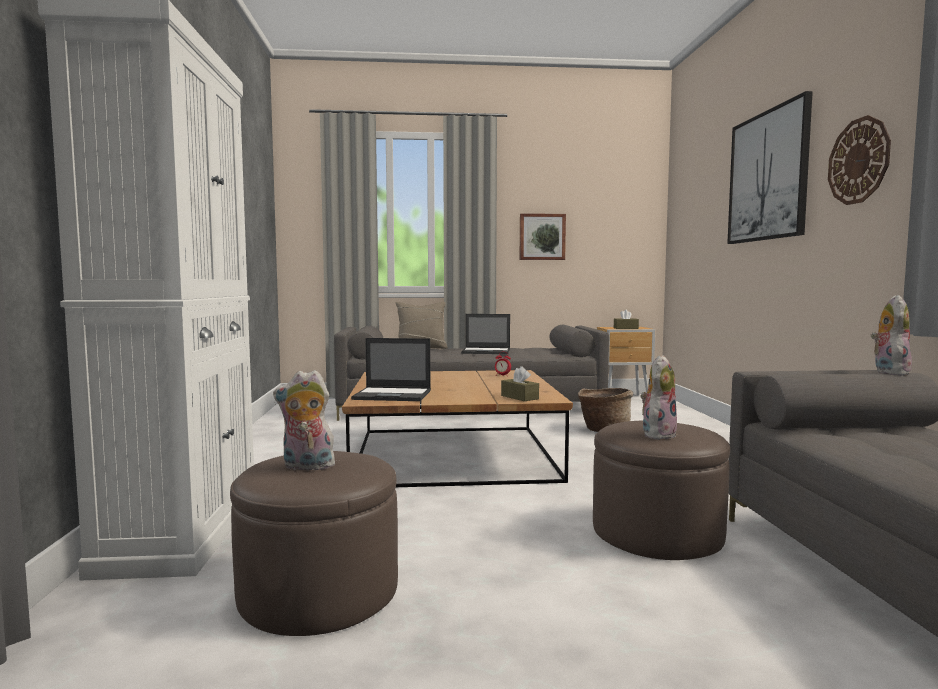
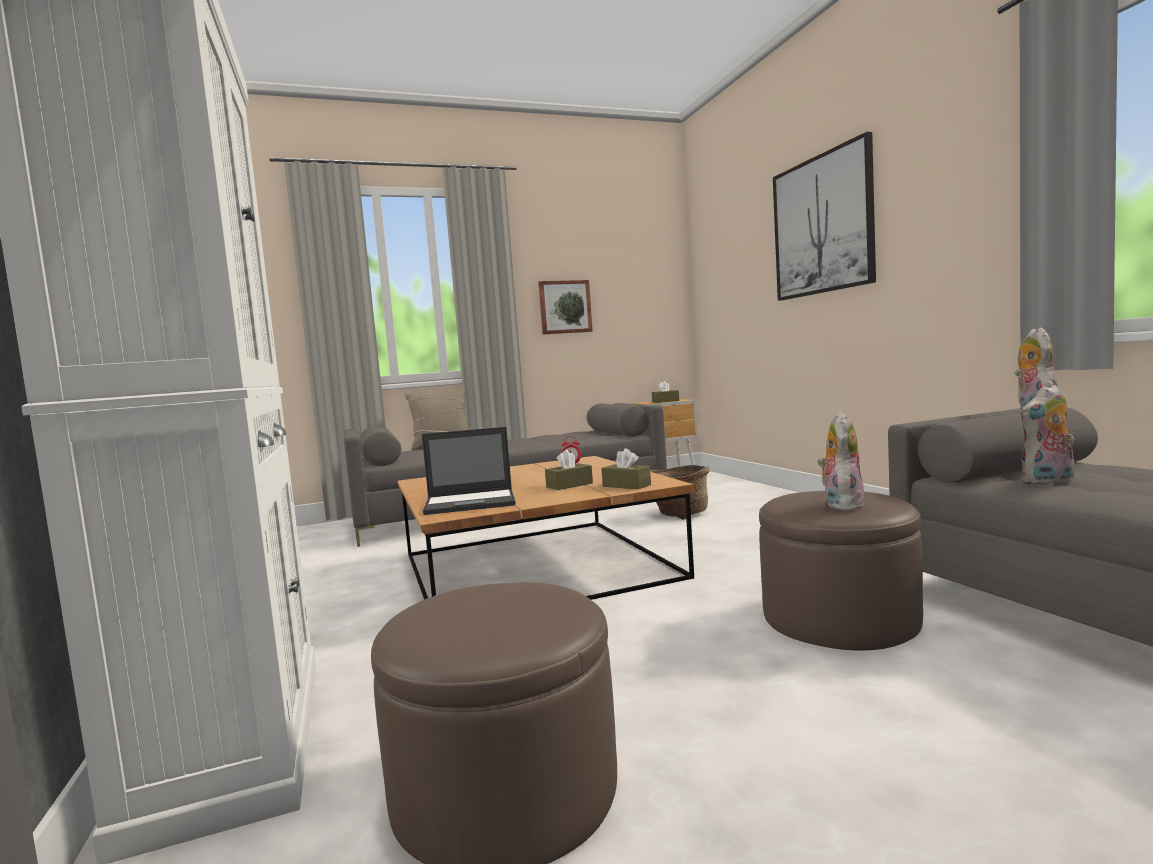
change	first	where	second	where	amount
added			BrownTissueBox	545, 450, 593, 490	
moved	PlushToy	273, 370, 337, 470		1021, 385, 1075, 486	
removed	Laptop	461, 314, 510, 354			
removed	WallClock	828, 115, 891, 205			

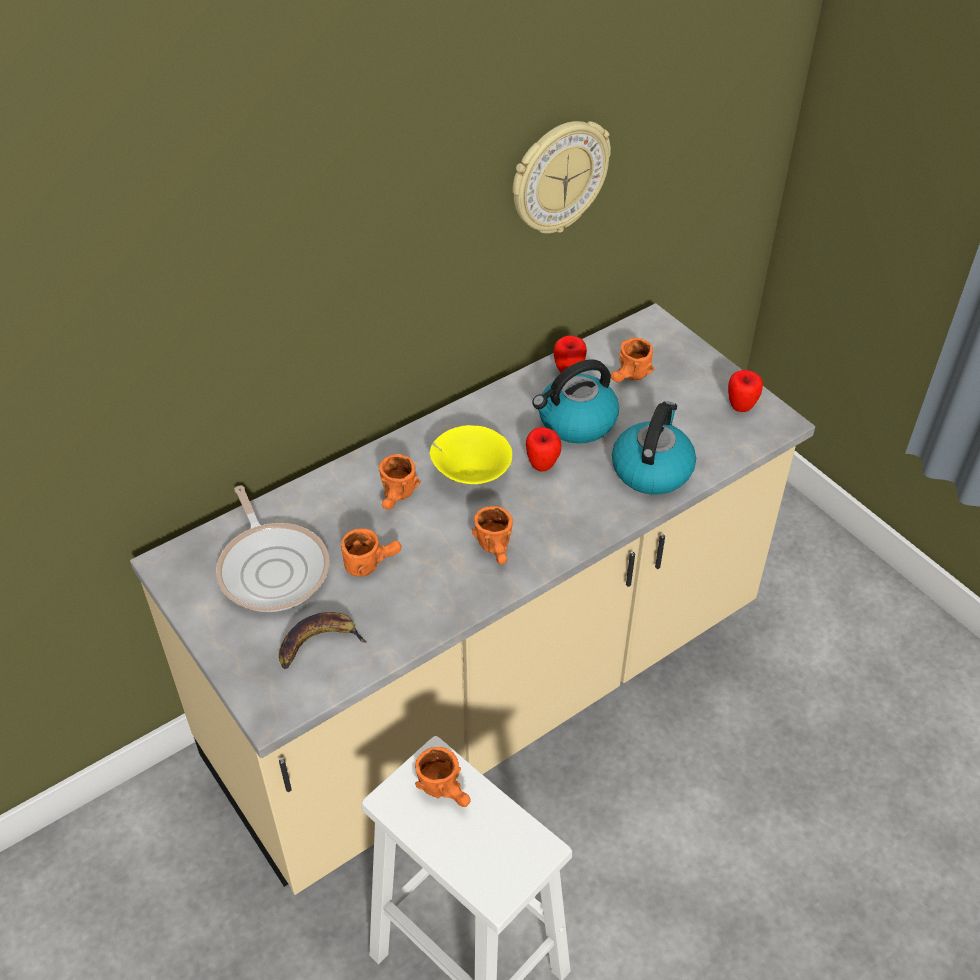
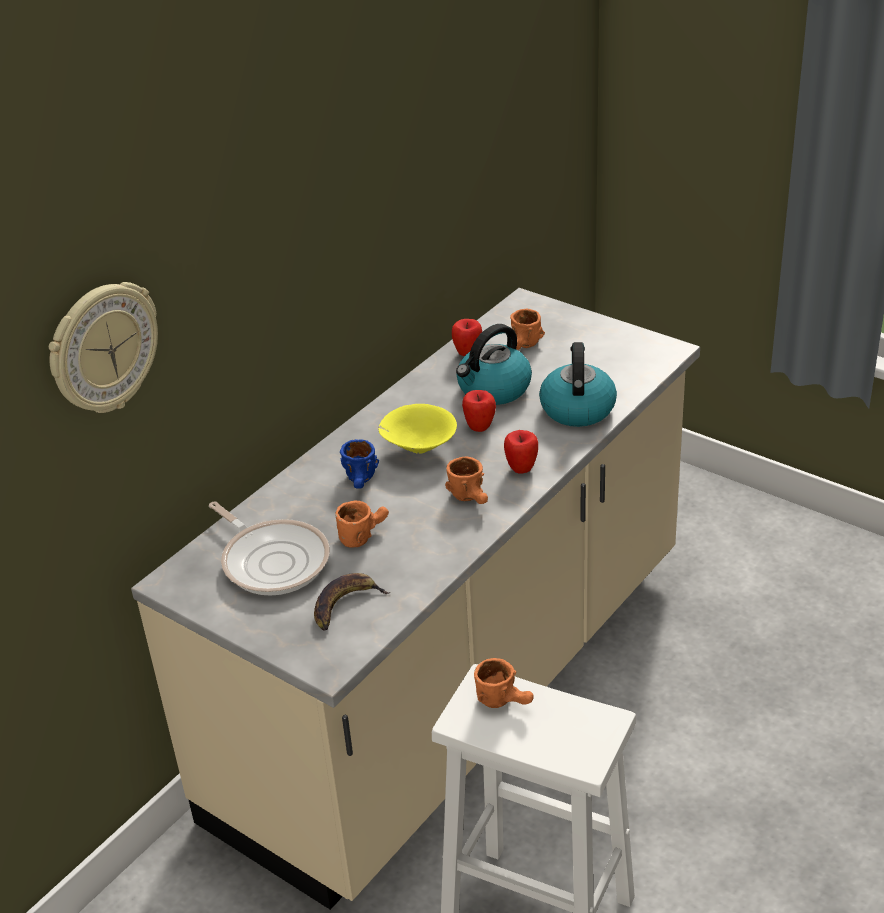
change	first	where	second	where	amount
moved	WallClock	512, 121, 611, 234		49, 282, 158, 413	
recoloured	OrangeMug	379, 454, 421, 509	BlueMug	340, 439, 379, 489	
moved	Apple	728, 370, 763, 412		504, 430, 538, 474	

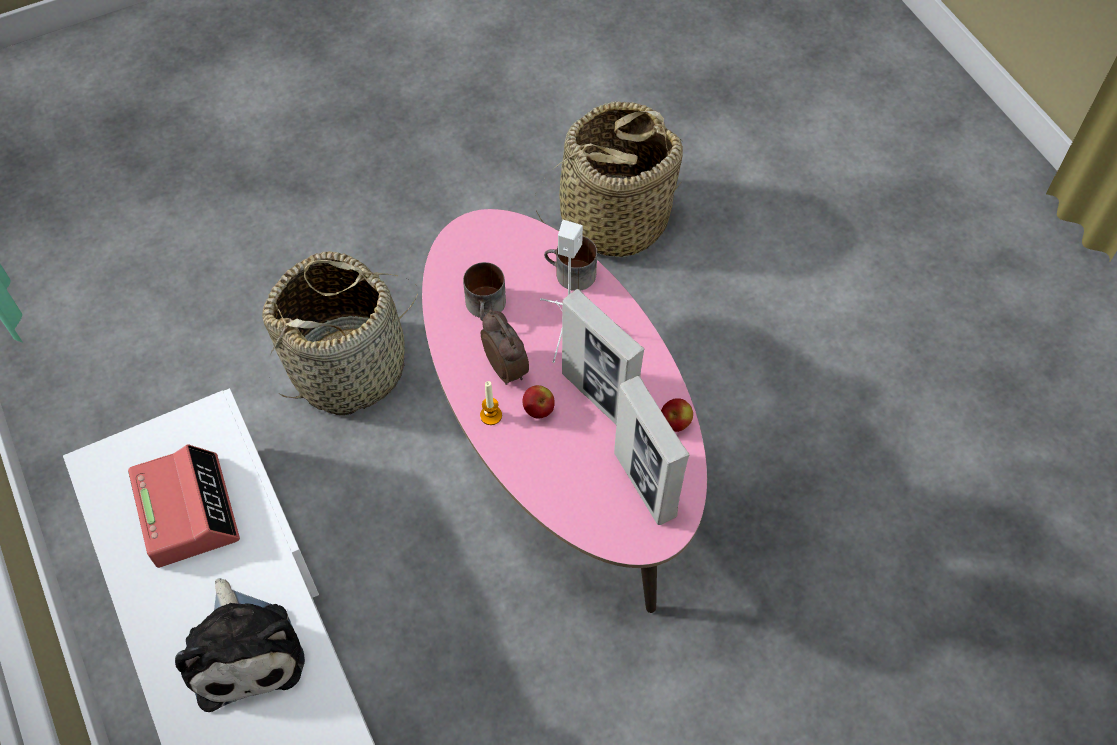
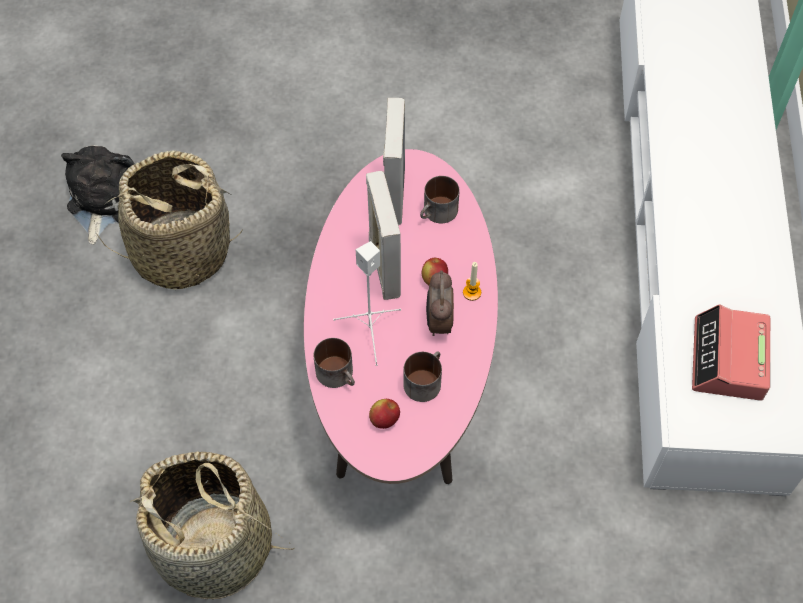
change	first	where	second	where	amount
moved	PlushToy	175, 578, 305, 712		61, 145, 134, 245	
moved	Basket	262, 251, 418, 415		94, 150, 244, 290	
moved	Apple	661, 398, 693, 432		369, 399, 400, 429	
added			Mug	420, 176, 460, 223	

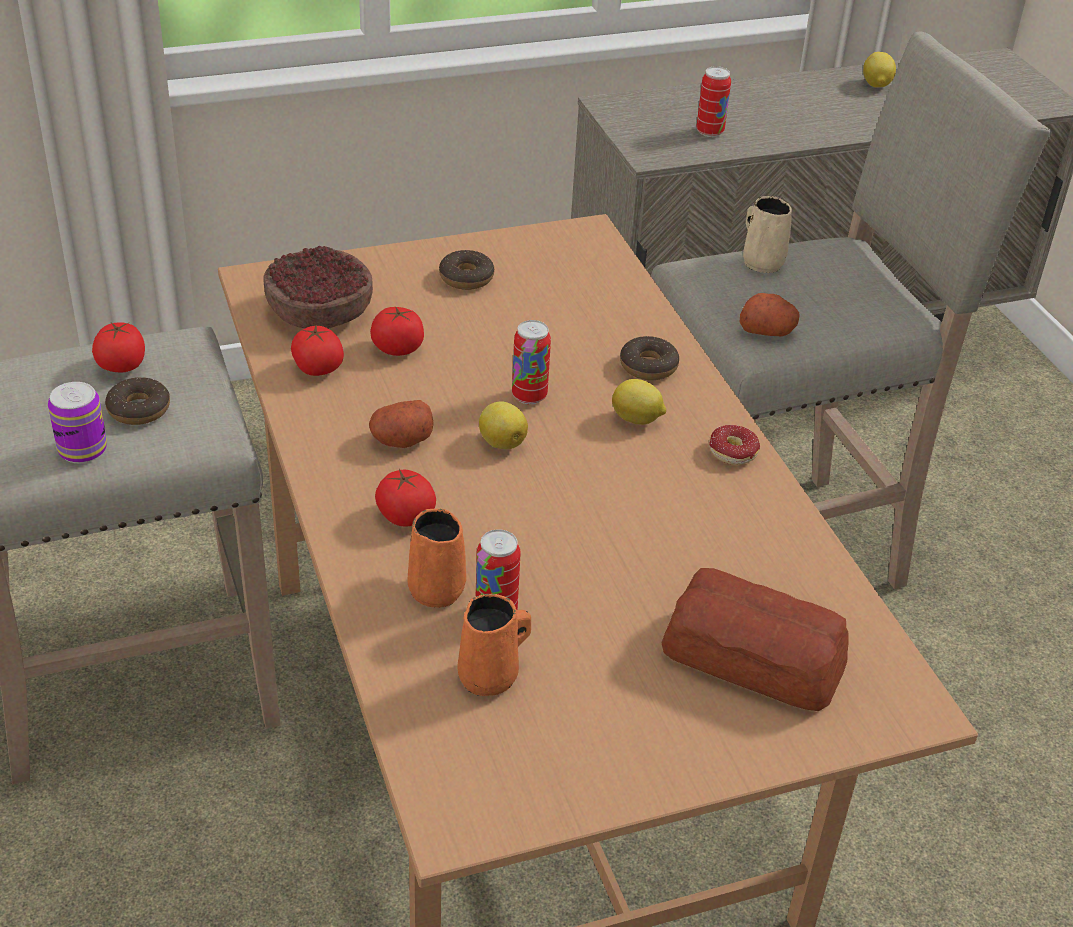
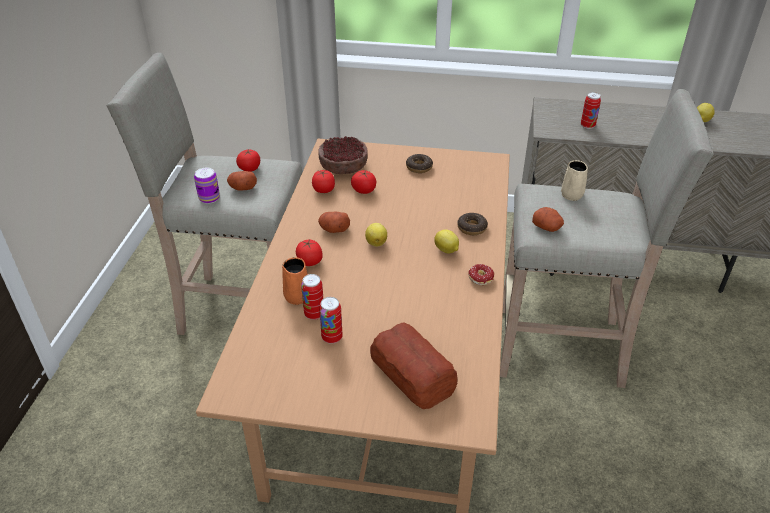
change	first	where	second	where	amount
replaced	Donut	105, 377, 170, 425	Potato	227, 171, 257, 191	
moved	Can	512, 320, 551, 404		319, 297, 343, 344	
removed	OrangeMug	458, 594, 531, 696			

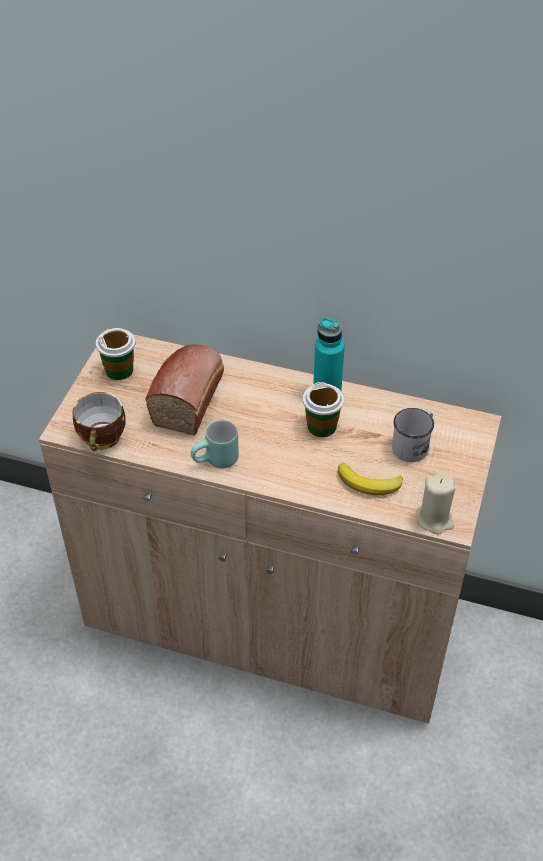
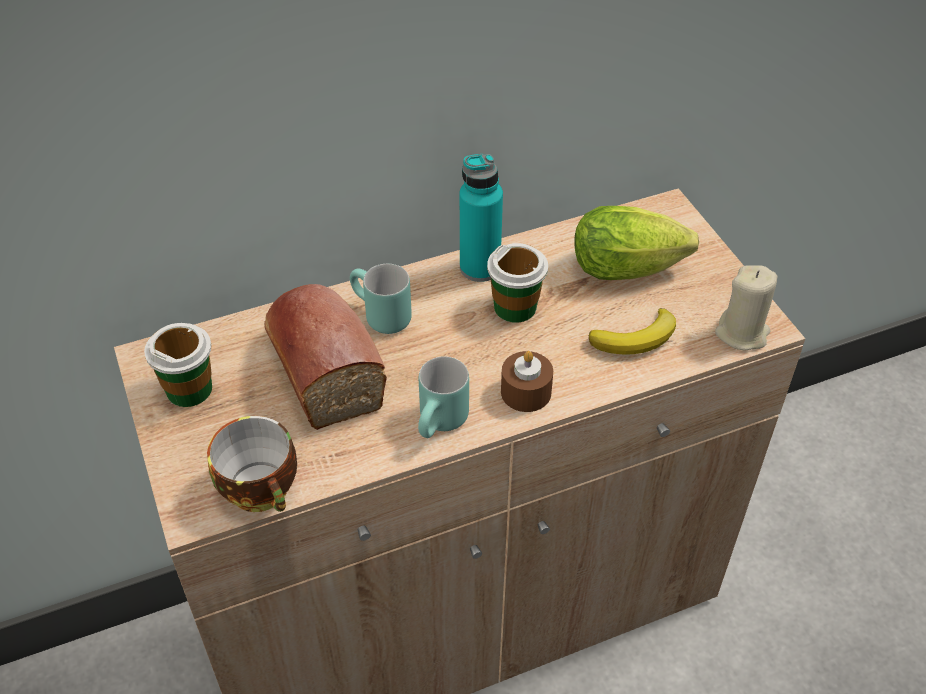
change	first	where	second	where	amount
added			TurquoiseMug	350, 264, 412, 334	
added			BrownCandle	501, 351, 553, 412	
replaced	WhiteMug	392, 408, 434, 462	Lettuce	574, 206, 699, 280	

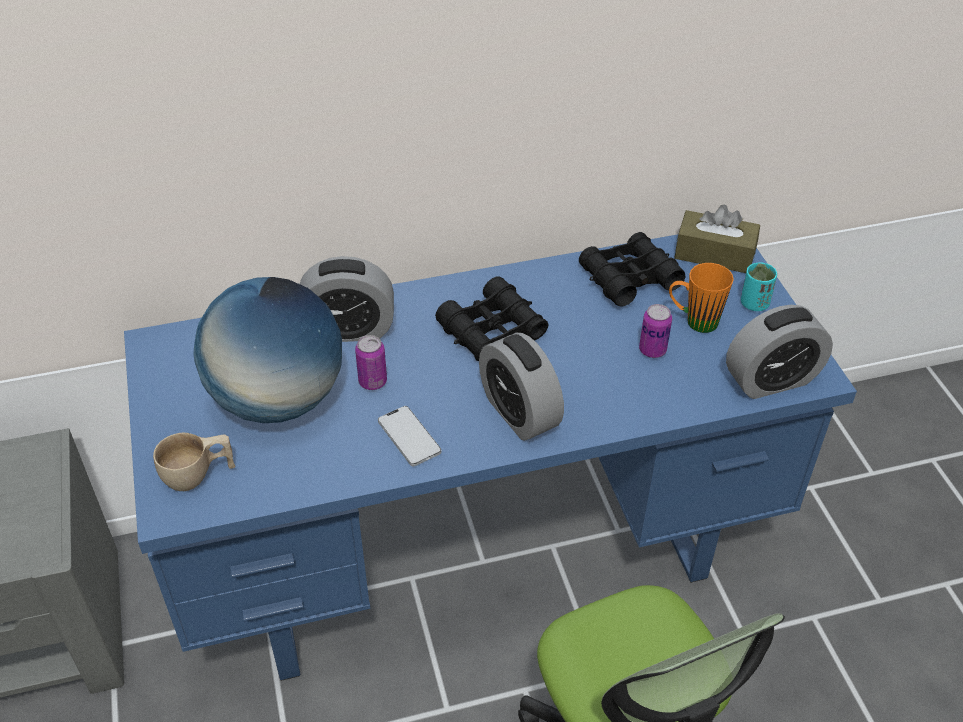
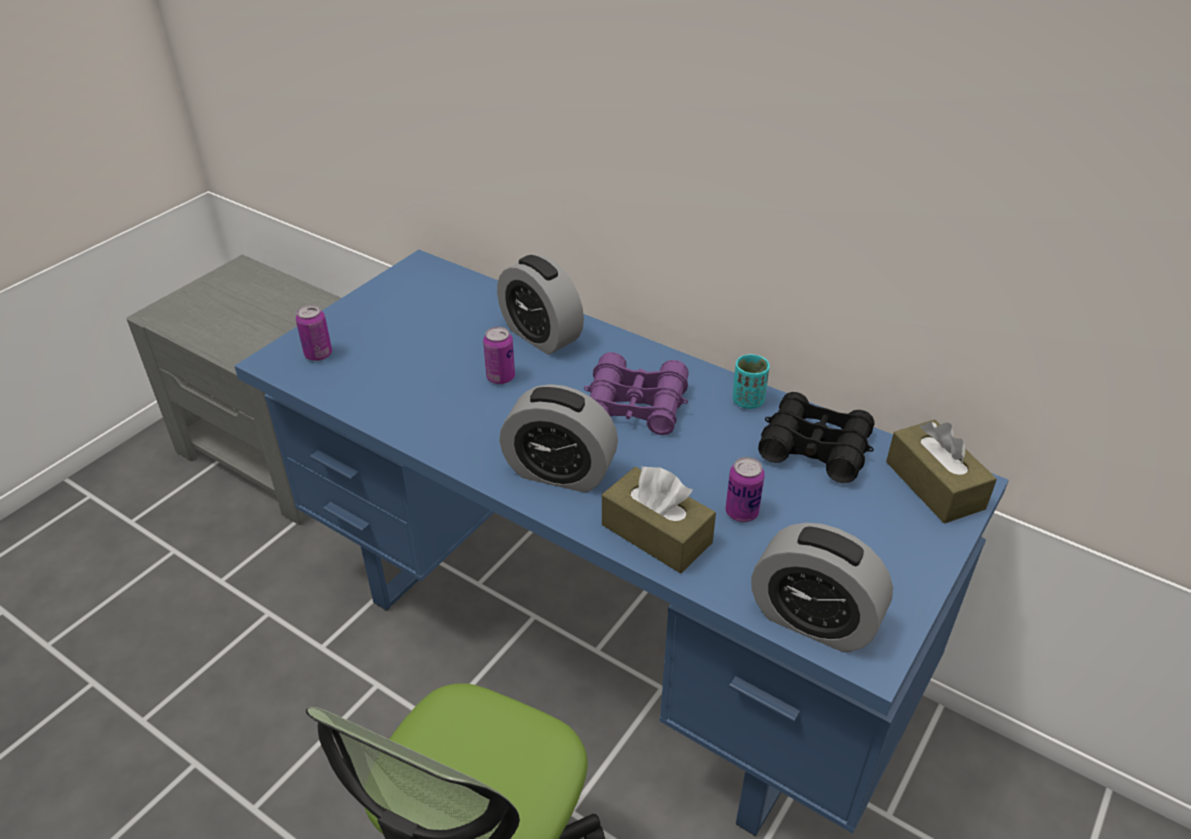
change	first	where	second	where	amount
replaced	BeigeCup	153, 433, 235, 491	Can	296, 305, 332, 361	
turned	AlarmClock	479, 333, 564, 441		499, 384, 618, 493	90 degrees counterclockwise
recoloured	BlackBinoculars	435, 276, 549, 361	PurpleBinoculars	584, 352, 688, 435	
added			BrownTissueBox	602, 466, 716, 573	
moved	TurquoiseCup	741, 262, 777, 311		733, 354, 770, 409	
removed	Globe	193, 277, 342, 423			
removed	Phone	378, 406, 442, 467			
removed	OrangeMug	669, 263, 734, 333			

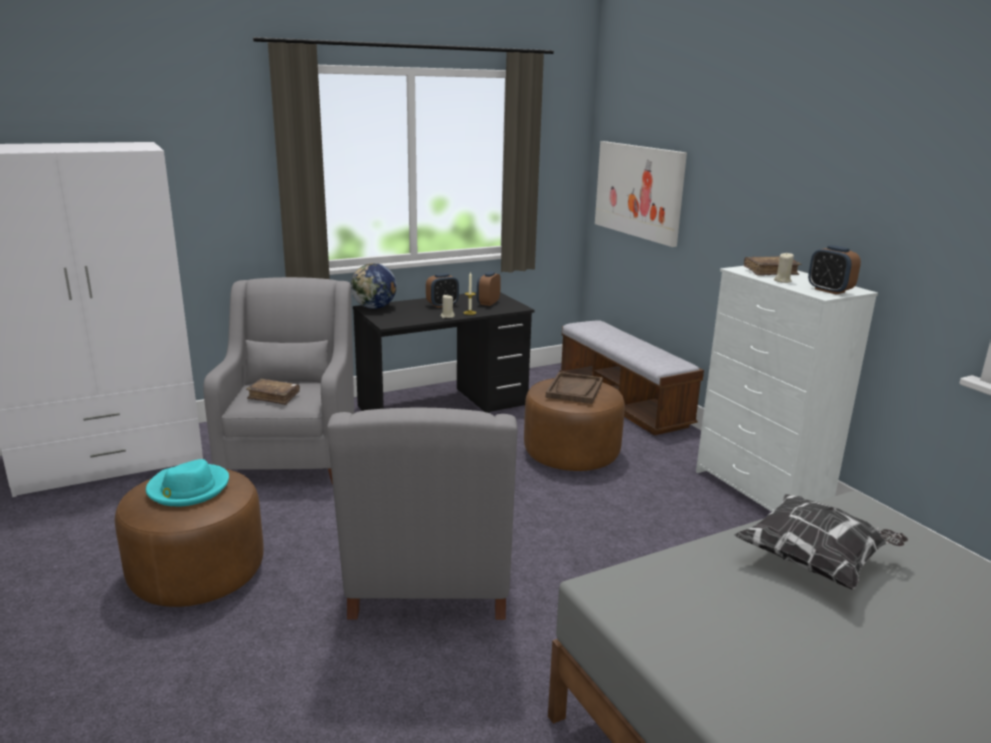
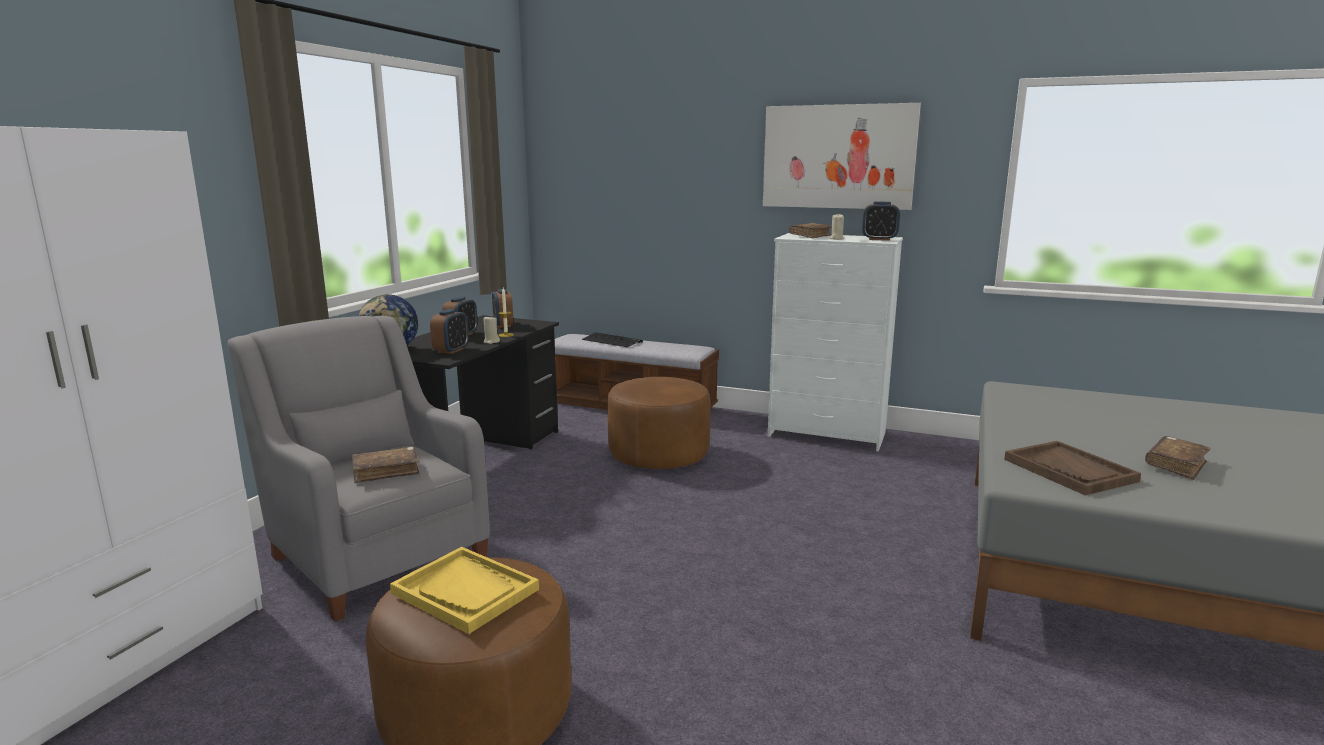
change	first	where	second	where	amount
replaced	TurquoiseHat	146, 459, 229, 507	YellowTray	390, 547, 539, 634	
added			AlarmClock	430, 309, 469, 354	
added			Keyboard	582, 333, 643, 347	
moved	Picture	595, 141, 687, 247		763, 103, 921, 210	
moved	BrownTray	546, 372, 603, 404		1004, 441, 1141, 495	
added			BrownBook	1145, 436, 1211, 480	
removed	GreyArmchair	327, 408, 518, 620			
removed	Pillow	734, 494, 908, 589			

